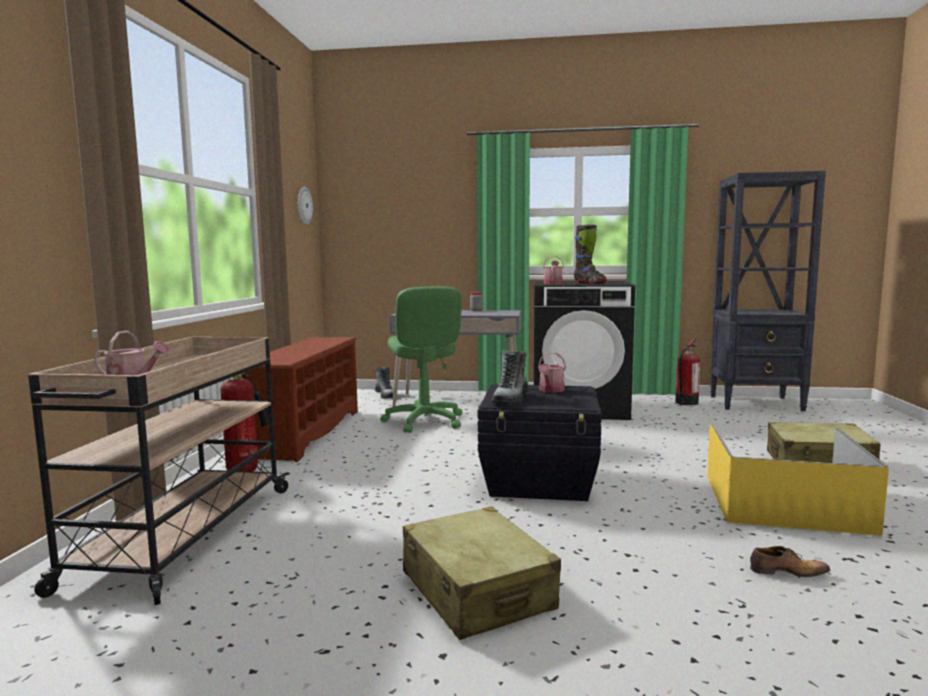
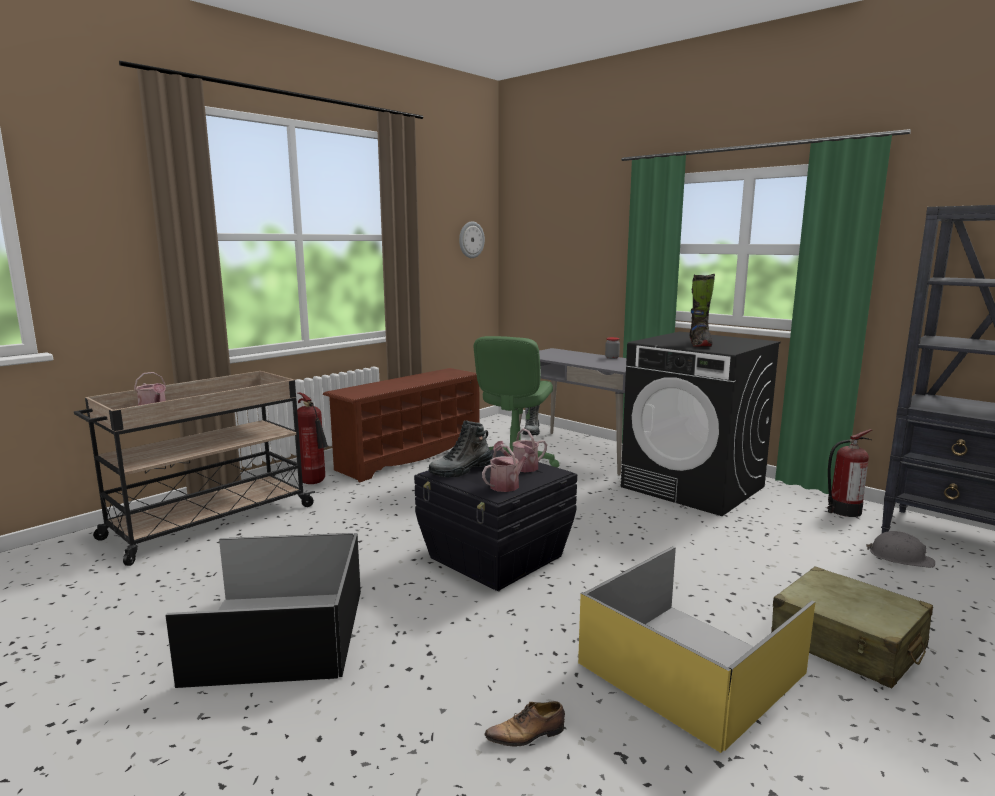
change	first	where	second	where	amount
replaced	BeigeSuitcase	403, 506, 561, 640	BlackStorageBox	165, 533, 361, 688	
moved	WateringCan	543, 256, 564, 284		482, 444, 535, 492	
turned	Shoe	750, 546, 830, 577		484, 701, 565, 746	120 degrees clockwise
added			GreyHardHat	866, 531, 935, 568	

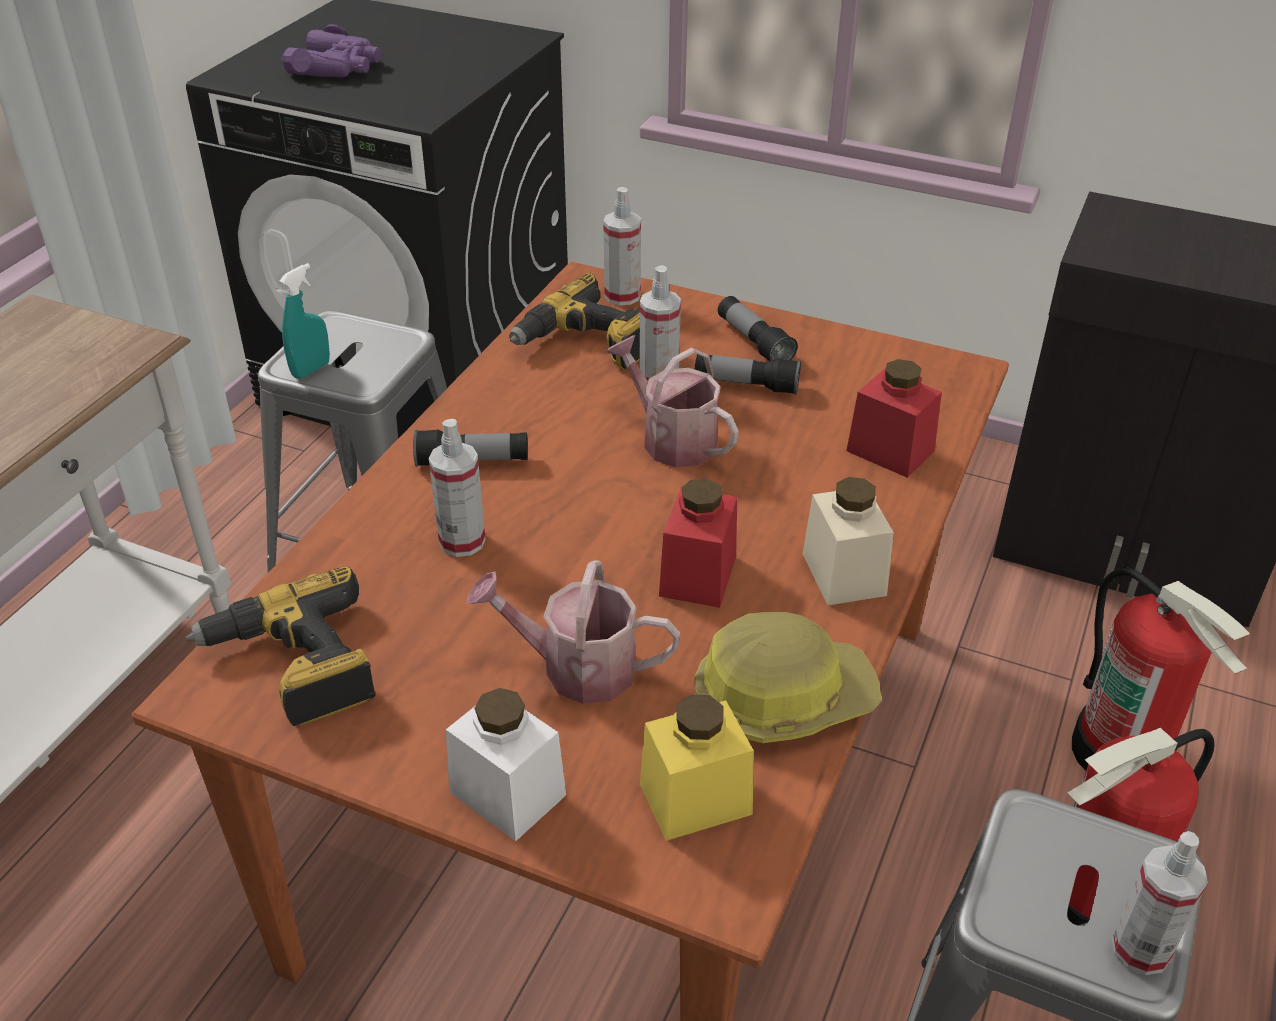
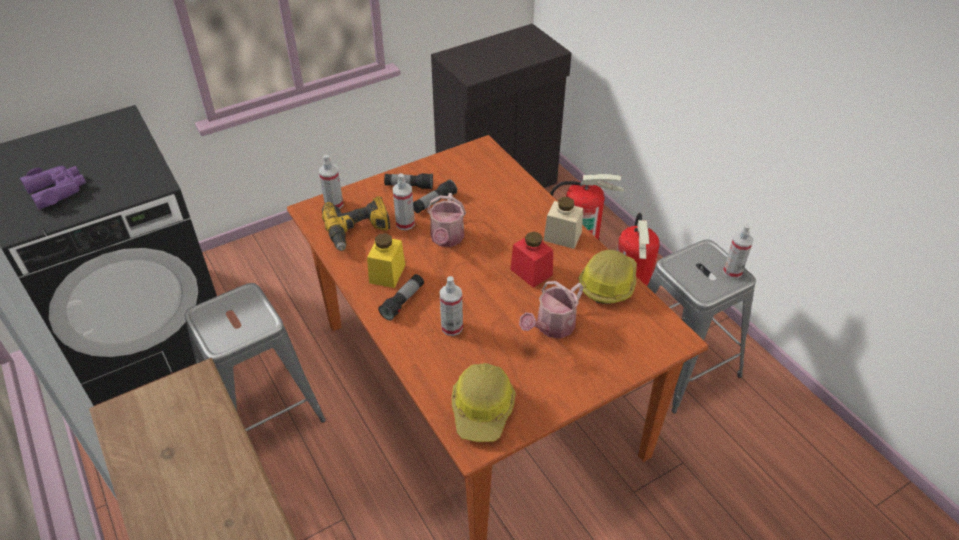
change	first	where	second	where	amount
moved	YellowJar	640, 695, 754, 841		367, 233, 405, 288	
turned	WateringCan	606, 336, 739, 467		427, 193, 466, 247	75 degrees counterclockwise
replaced	PowerDrill	186, 566, 376, 726	HardHat	452, 363, 516, 442	
removed	TurquoiseSprayBottle	279, 263, 330, 379			
removed	WhiteJar	446, 688, 566, 842			
removed	RedJar	846, 359, 942, 478			

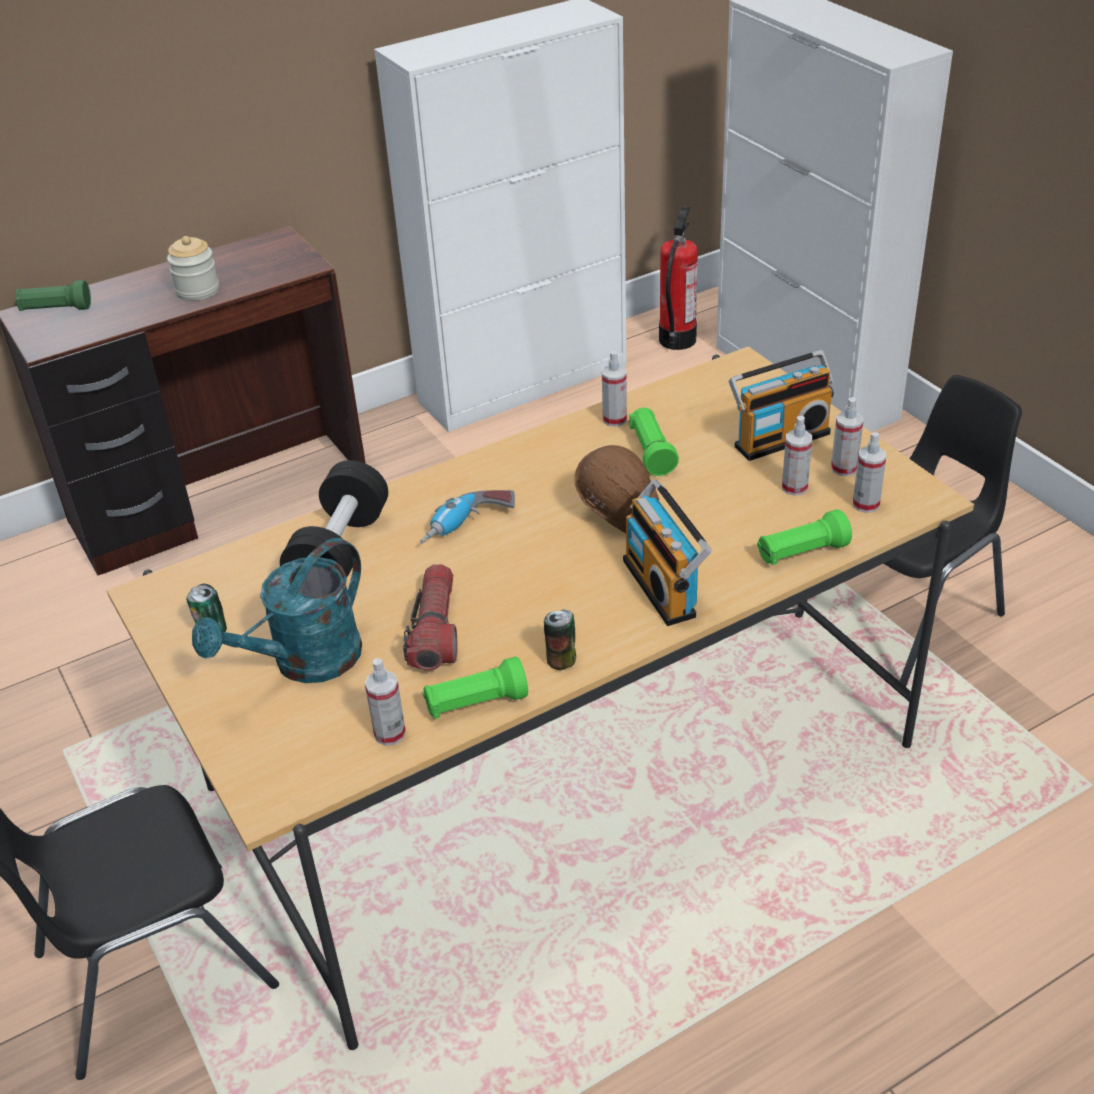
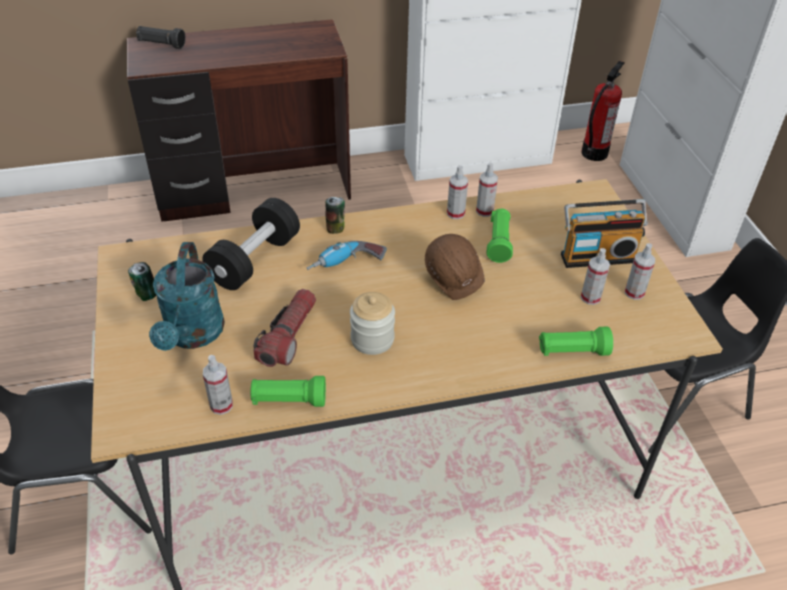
change	first	where	second	where	amount
recoloured	GreenFlashlight	15, 280, 91, 311	BlackFlashlight	136, 26, 186, 49	
turned	TurquoiseWateringCan	192, 538, 362, 683		149, 242, 225, 351	60 degrees counterclockwise
moved	Can	544, 609, 576, 670		325, 197, 345, 234	
moved	Jar	167, 236, 219, 301		350, 292, 395, 355	
moved	SprayBottle	853, 432, 886, 513		447, 165, 468, 219	
removed	Radio	623, 479, 712, 626			

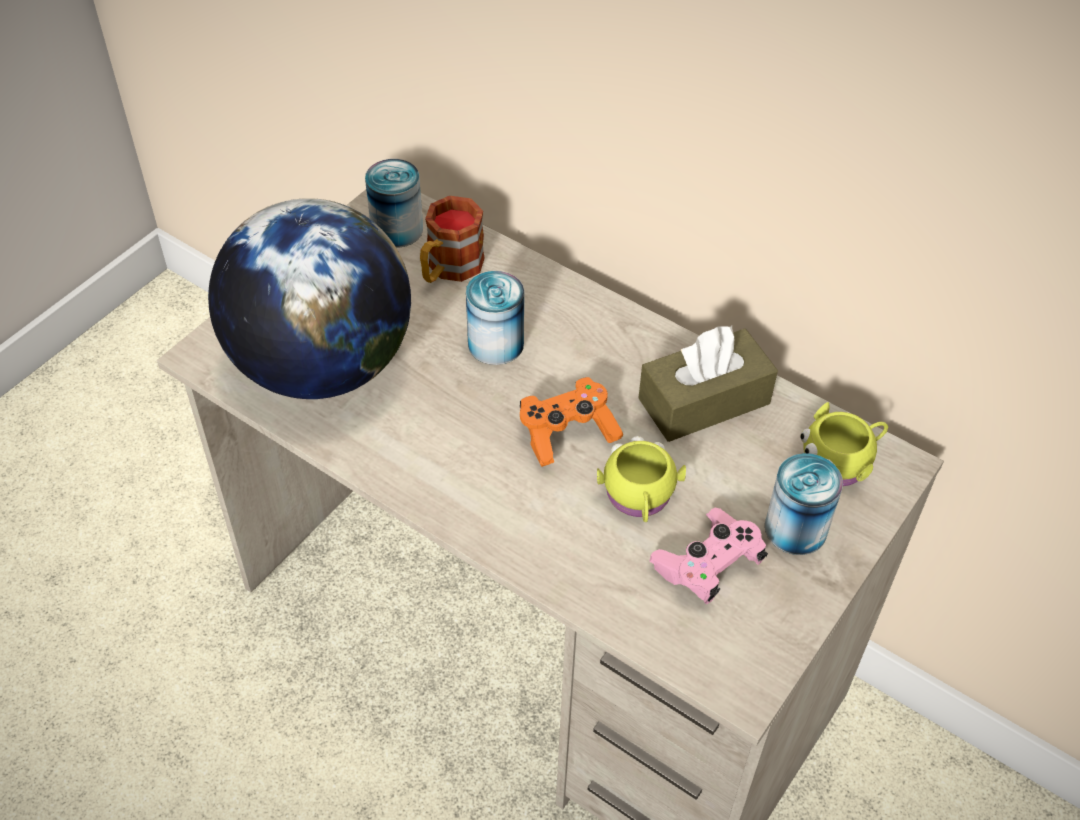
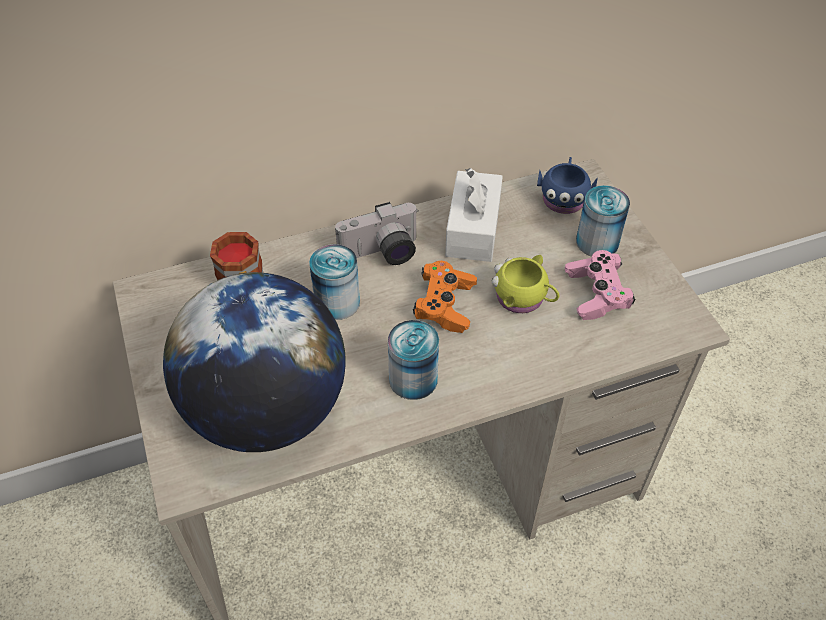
change	first	where	second	where	amount
added			PhotoCamera	335, 202, 419, 265	
moved	Can	365, 159, 423, 248		388, 320, 439, 400	
recoloured	BrownTissueBox	638, 325, 778, 442	WhiteTissueBox	445, 168, 503, 262	
recoloured	YellowMug	800, 402, 888, 486	BlueMug	537, 157, 598, 214	

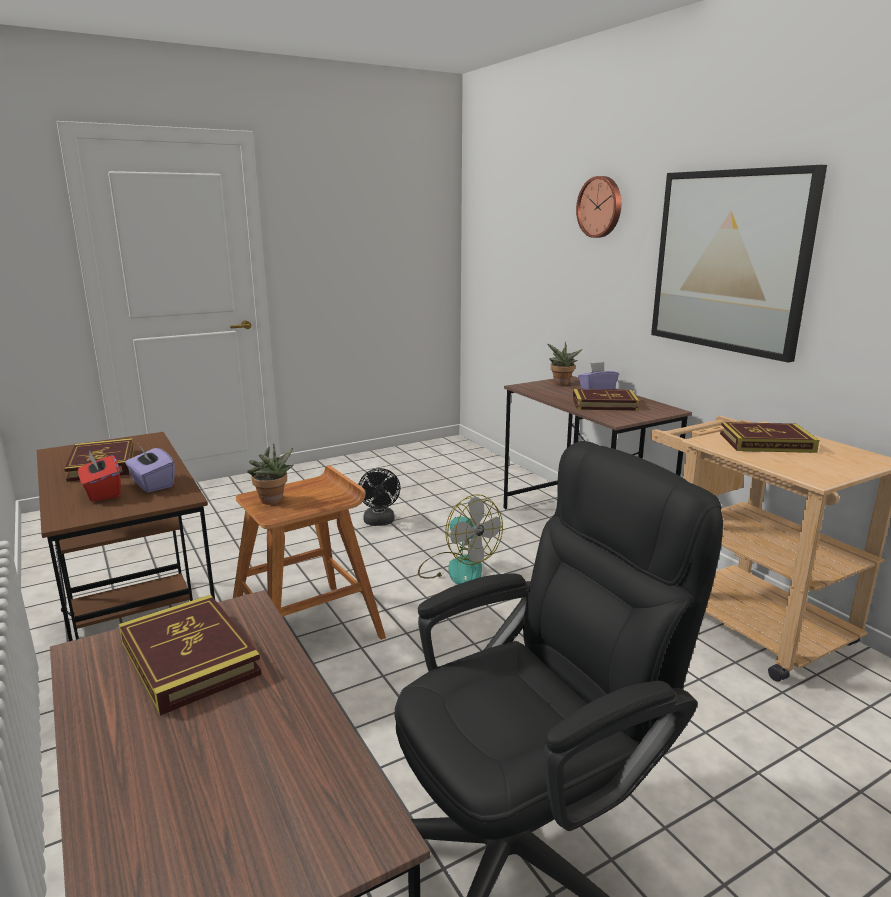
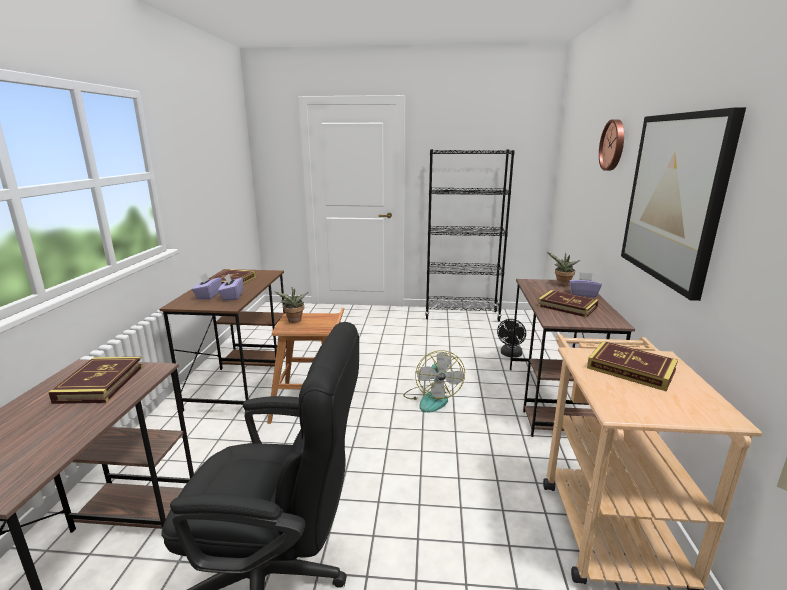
change	first	where	second	where	amount
recoloured	RedTissueBox	78, 450, 121, 502	PurpleTissueBox	192, 273, 222, 300	
added			BlackBookcase	425, 149, 515, 322	
moved	BlackFan	358, 468, 401, 526		497, 319, 526, 358	

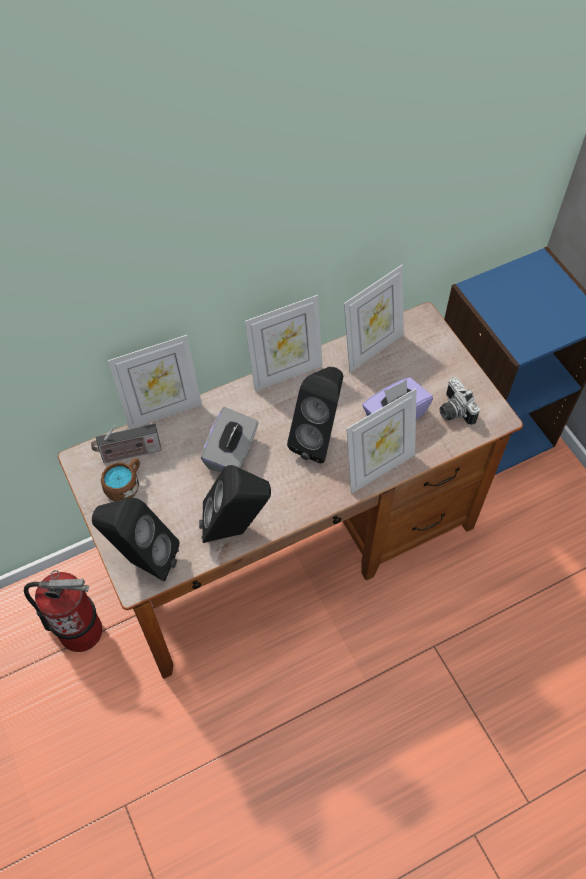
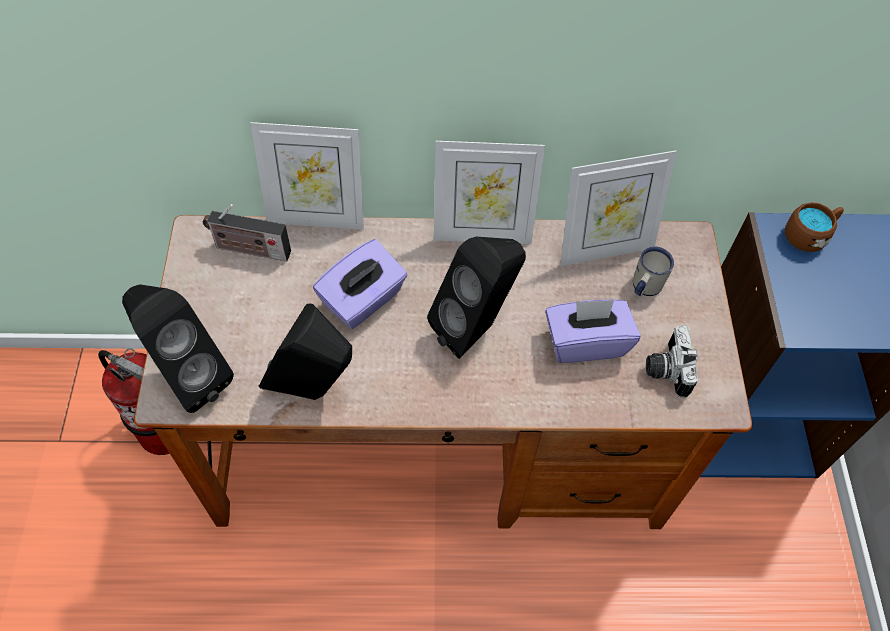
change	first	where	second	where	amount
recoloured	GreyTissueBox	201, 407, 258, 472	PurpleTissueBox	313, 239, 408, 329	
added			WhiteMug	633, 246, 674, 296	
moved	BrownMug	101, 458, 140, 501		785, 202, 844, 252	
removed	PictureFrame	346, 388, 417, 494			

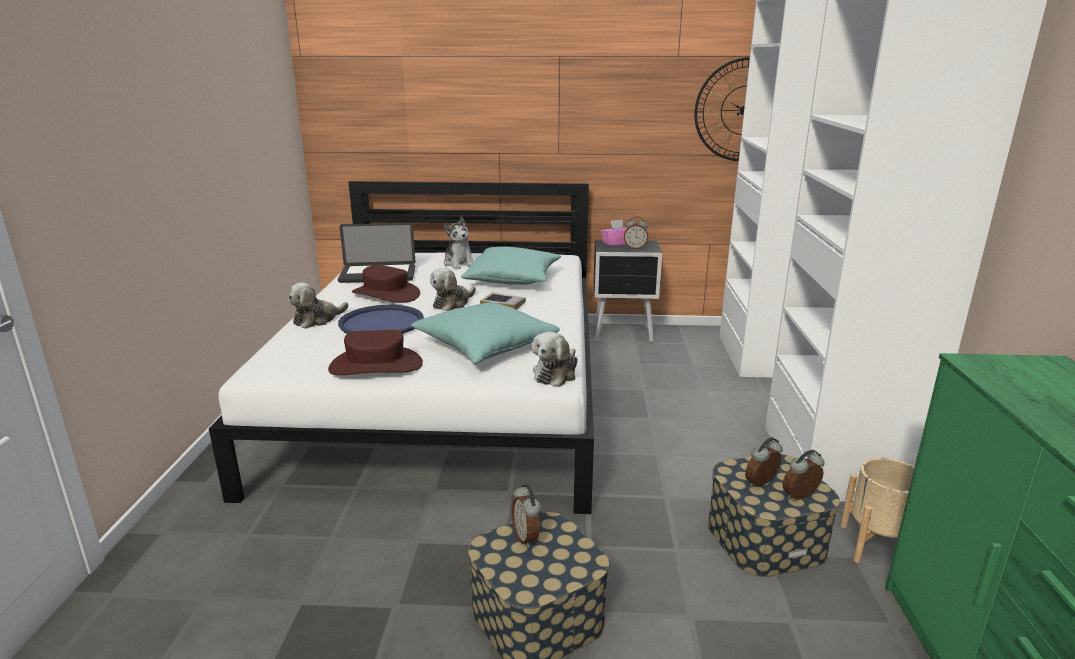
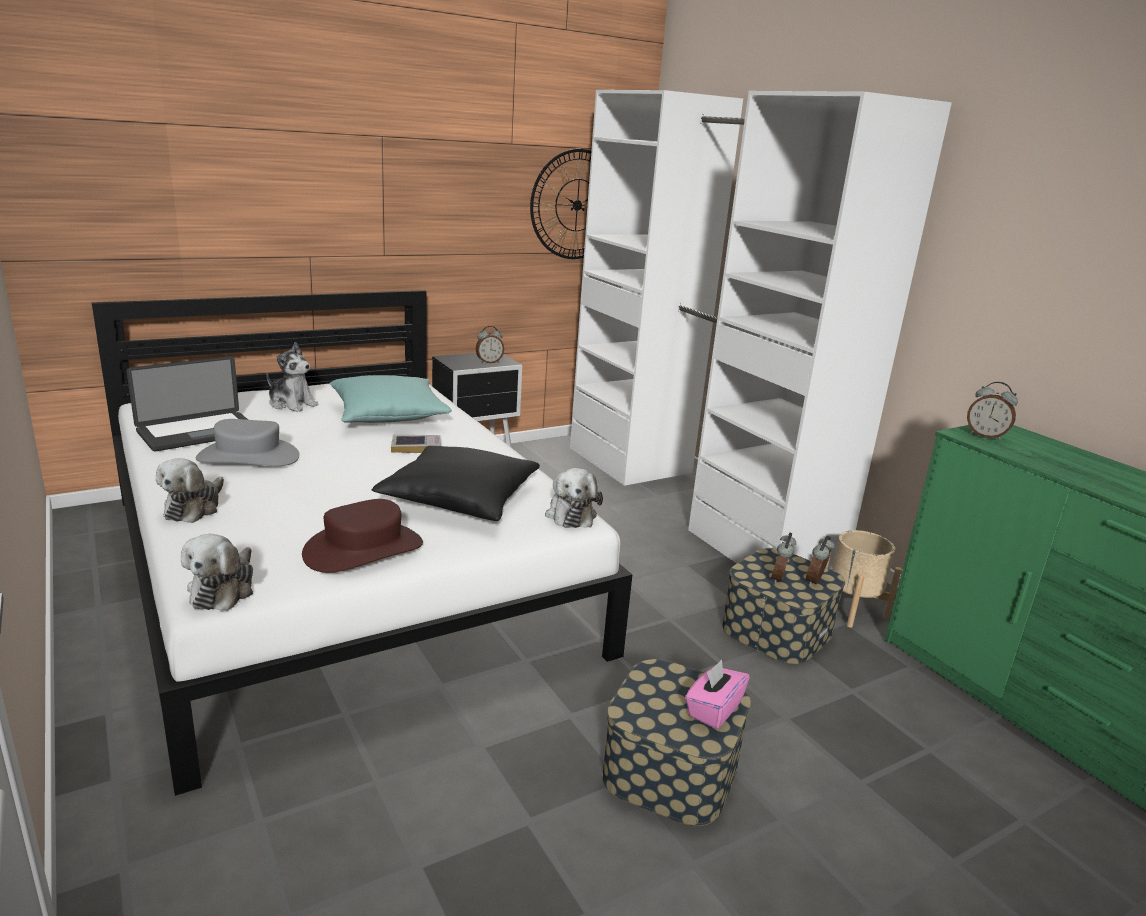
change	first	where	second	where	amount
moved	PlushToy	430, 268, 476, 311		181, 534, 253, 611	
recoloured	BrownHat	352, 265, 420, 303	GreyHat	196, 419, 300, 466	
recoloured	TurquoisePillow	411, 302, 560, 364	BlackPillow	372, 446, 540, 521	
moved	PinkTissueBox	601, 219, 628, 246		685, 660, 750, 729	
moved	AlarmClock	512, 484, 541, 548		967, 382, 1018, 441	
removed	BlueTray	338, 305, 424, 334			

